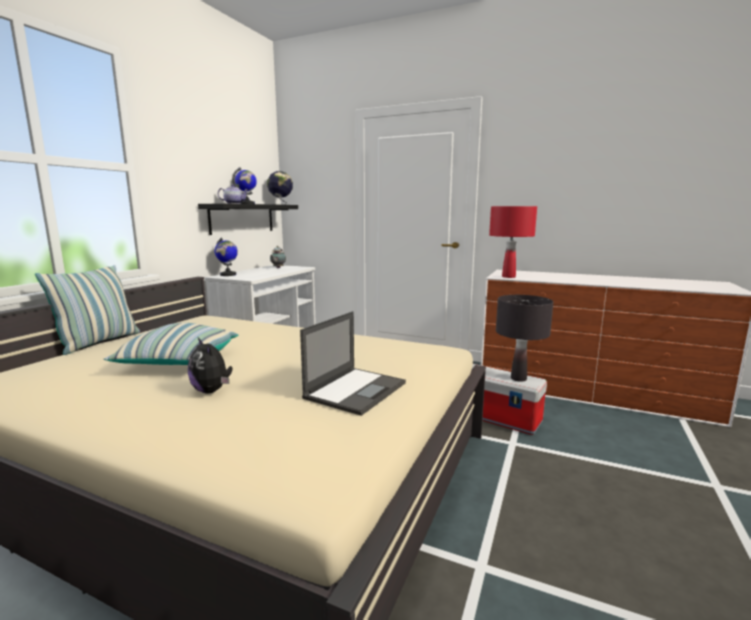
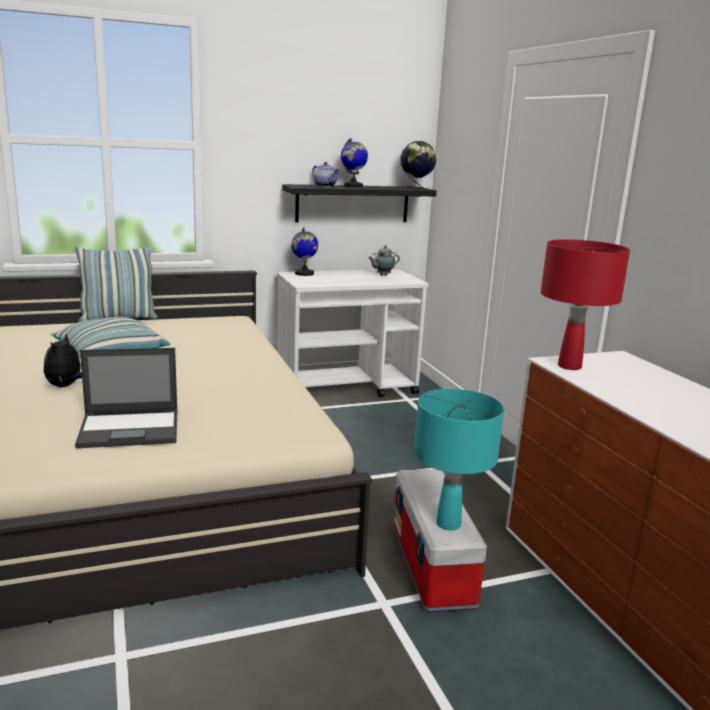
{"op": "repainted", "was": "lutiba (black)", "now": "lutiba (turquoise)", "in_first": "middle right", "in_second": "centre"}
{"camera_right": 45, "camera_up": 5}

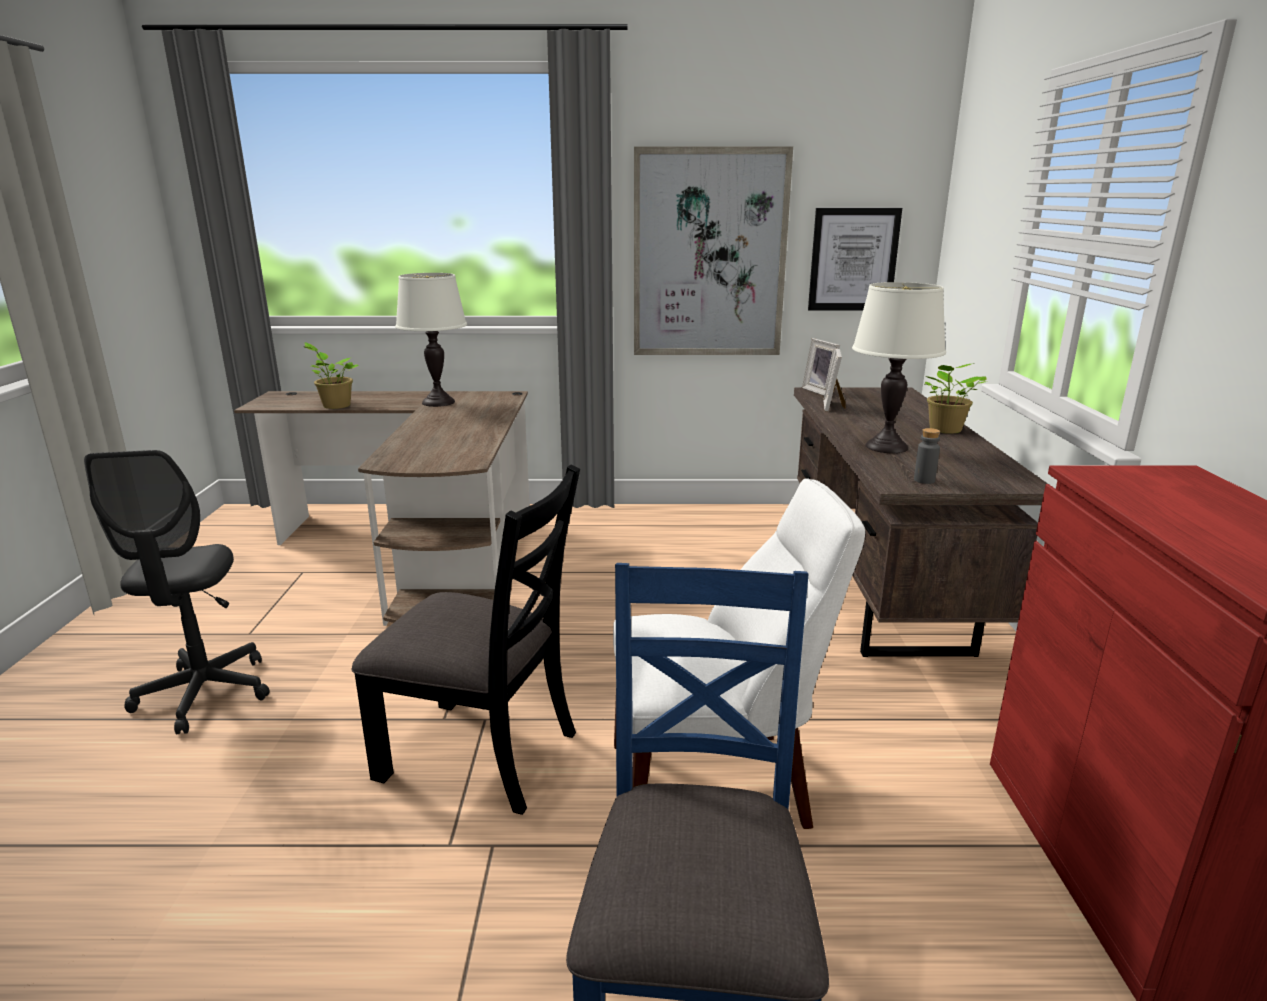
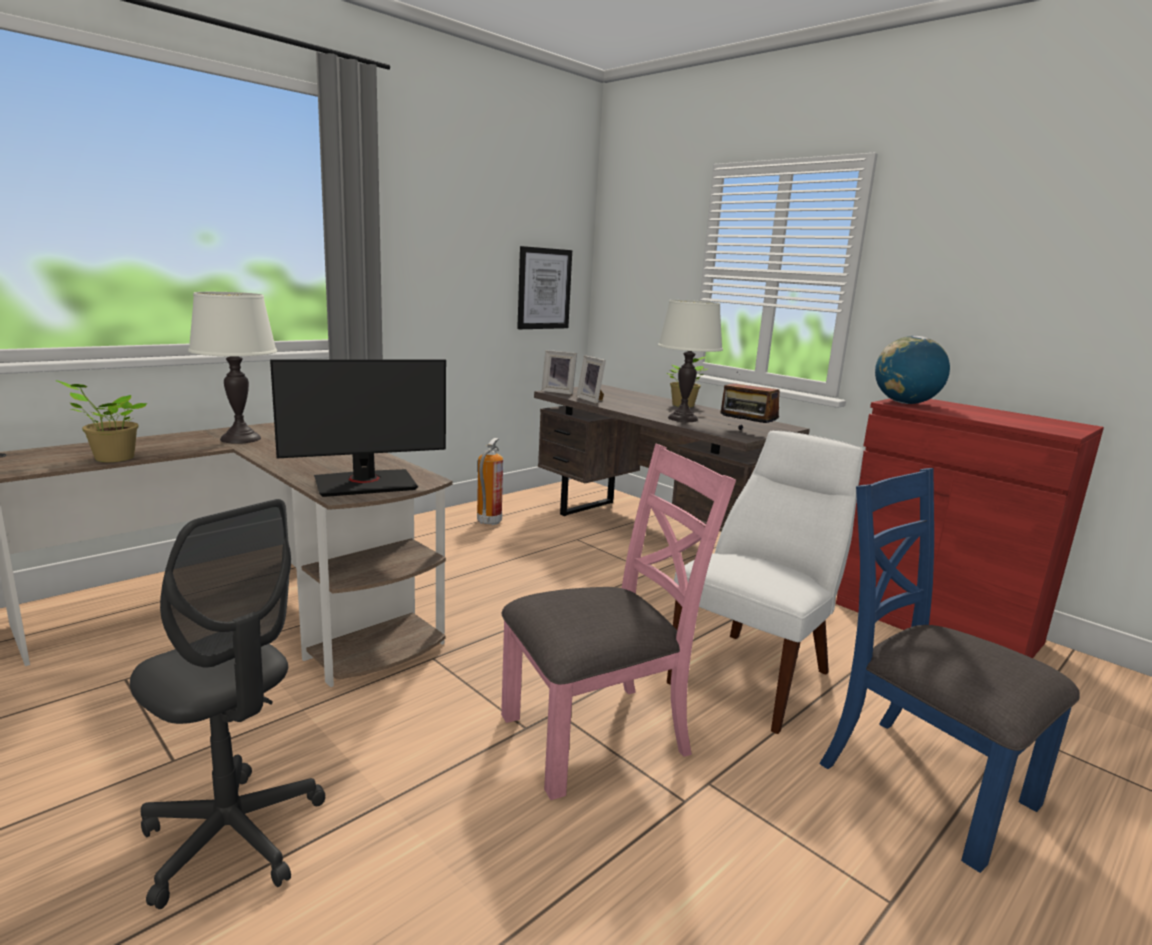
{"op": "new", "now": "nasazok", "in_second": "middle left"}
{"op": "new", "now": "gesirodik", "in_second": "centre"}
{"op": "repainted", "was": "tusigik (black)", "now": "tusigik (pink)", "in_first": "centre", "in_second": "centre"}
{"op": "swapped", "was": "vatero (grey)", "now": "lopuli", "in_first": "middle right", "in_second": "centre"}
{"op": "new", "now": "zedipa", "in_second": "middle right"}
{"op": "gone", "was": "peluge (no. 1 from left)", "in_first": "top centre"}
{"camera_right": -45, "camera_up": -5}

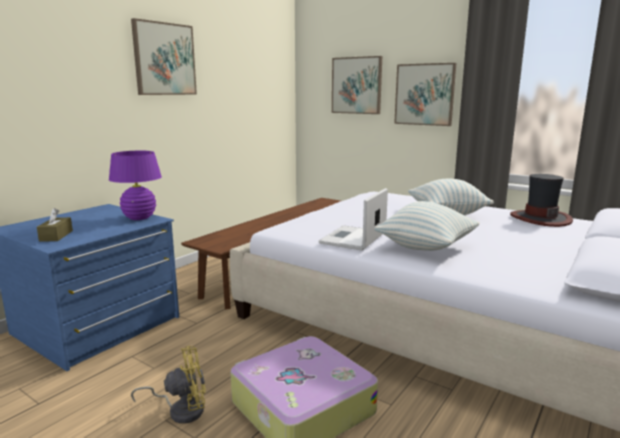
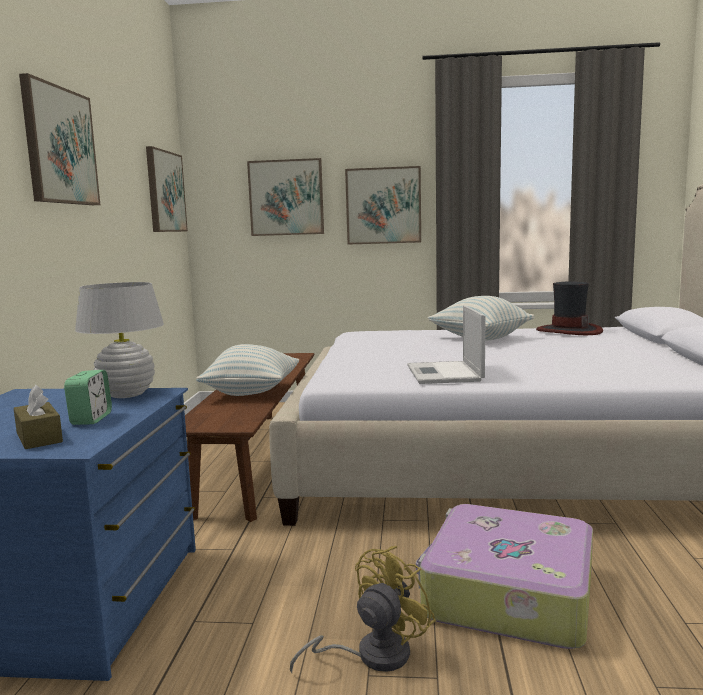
{"op": "new", "now": "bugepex", "in_second": "middle left"}
{"op": "repainted", "was": "lutiba (purple)", "now": "lutiba (white)", "in_first": "middle left", "in_second": "middle left"}
{"op": "new", "now": "peluge (no. 2 from left)", "in_second": "top left"}
{"op": "shifted", "was": "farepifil (no. 1 from left)", "in_first": "middle right", "in_second": "centre"}
{"camera_right": -30, "camera_up": -5}

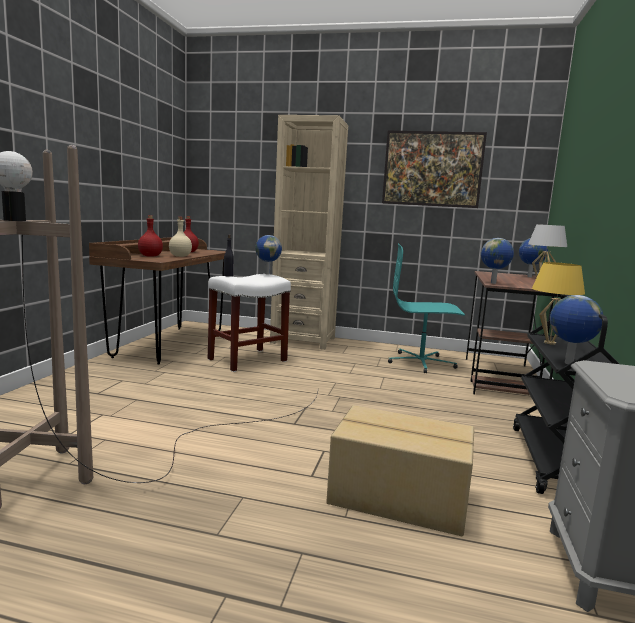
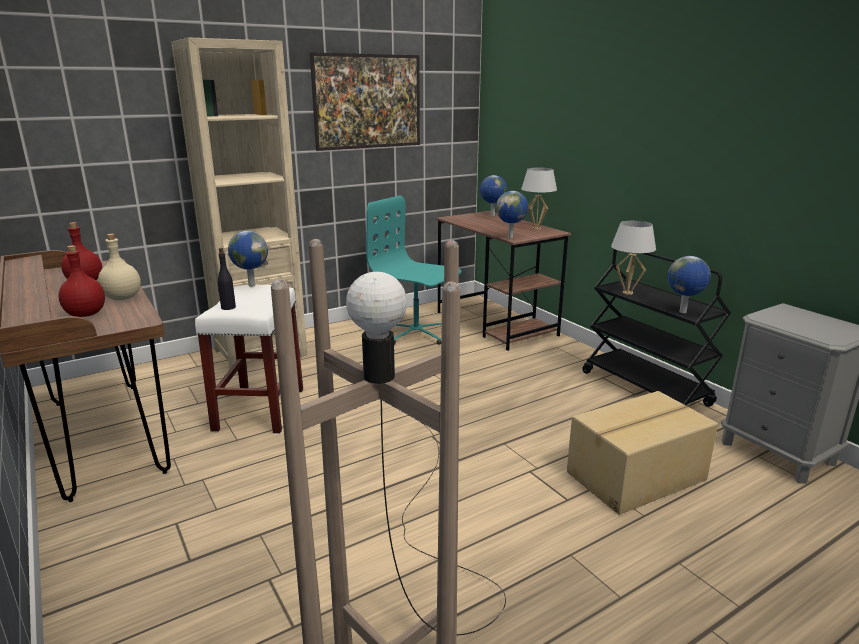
{"op": "rotated", "was": "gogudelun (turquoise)", "in_first": "middle right", "in_second": "centre", "clockwise": 75}
{"op": "repainted", "was": "lutiba (yellow)", "now": "lutiba (white) (no. 2 from left)", "in_first": "middle right", "in_second": "middle right"}
{"camera_right": -45, "camera_up": 10}

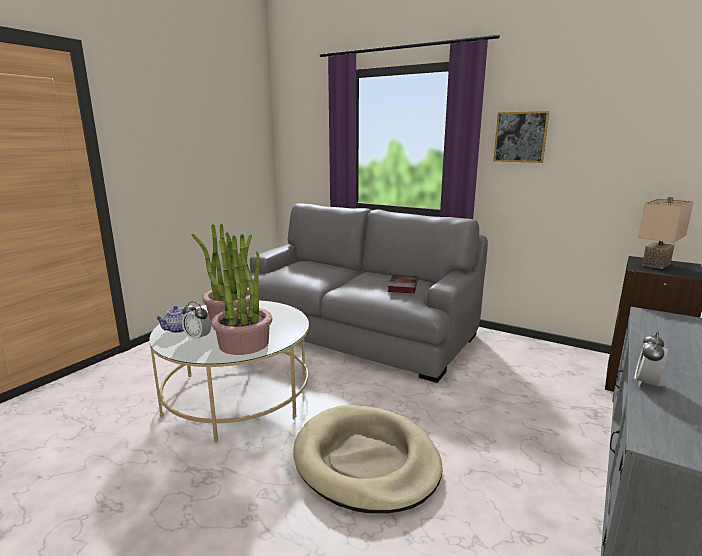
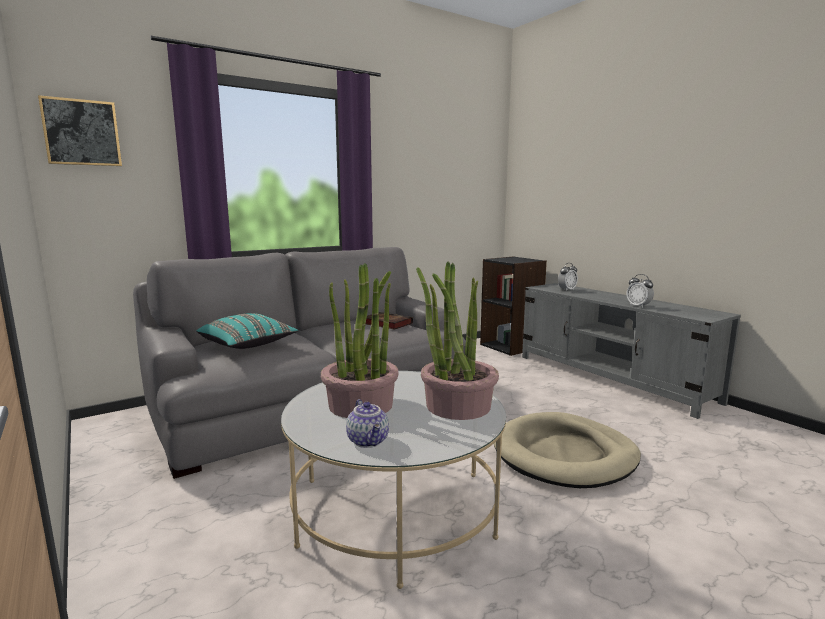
{"op": "shifted", "was": "peluge", "in_first": "top right", "in_second": "top left"}
{"op": "new", "now": "farepifil (turquoise)", "in_second": "middle left"}
{"op": "shifted", "was": "bugepex (no. 1 from left)", "in_first": "middle left", "in_second": "middle right"}
{"op": "gone", "was": "lutiba (beige)", "in_first": "middle right"}
{"camera_right": -65, "camera_up": -5}

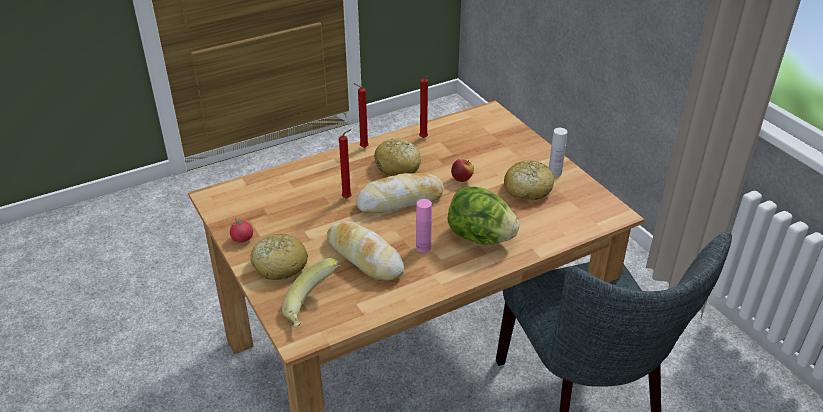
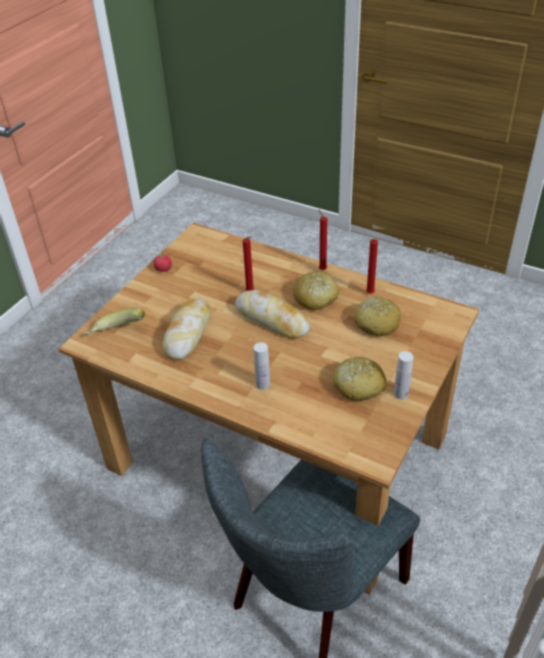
{"op": "swapped", "was": "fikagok", "now": "vatero (white) (no. 1 from left)", "in_first": "centre", "in_second": "centre"}
{"op": "shifted", "was": "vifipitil (no. 1 from left in the first image)", "now": "vifipitil (no. 5 from left)", "in_first": "centre", "in_second": "middle right"}
{"op": "gone", "was": "vatero (pink)", "in_first": "centre"}
{"op": "gone", "was": "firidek", "in_first": "centre"}
{"camera_right": 60, "camera_up": 5}

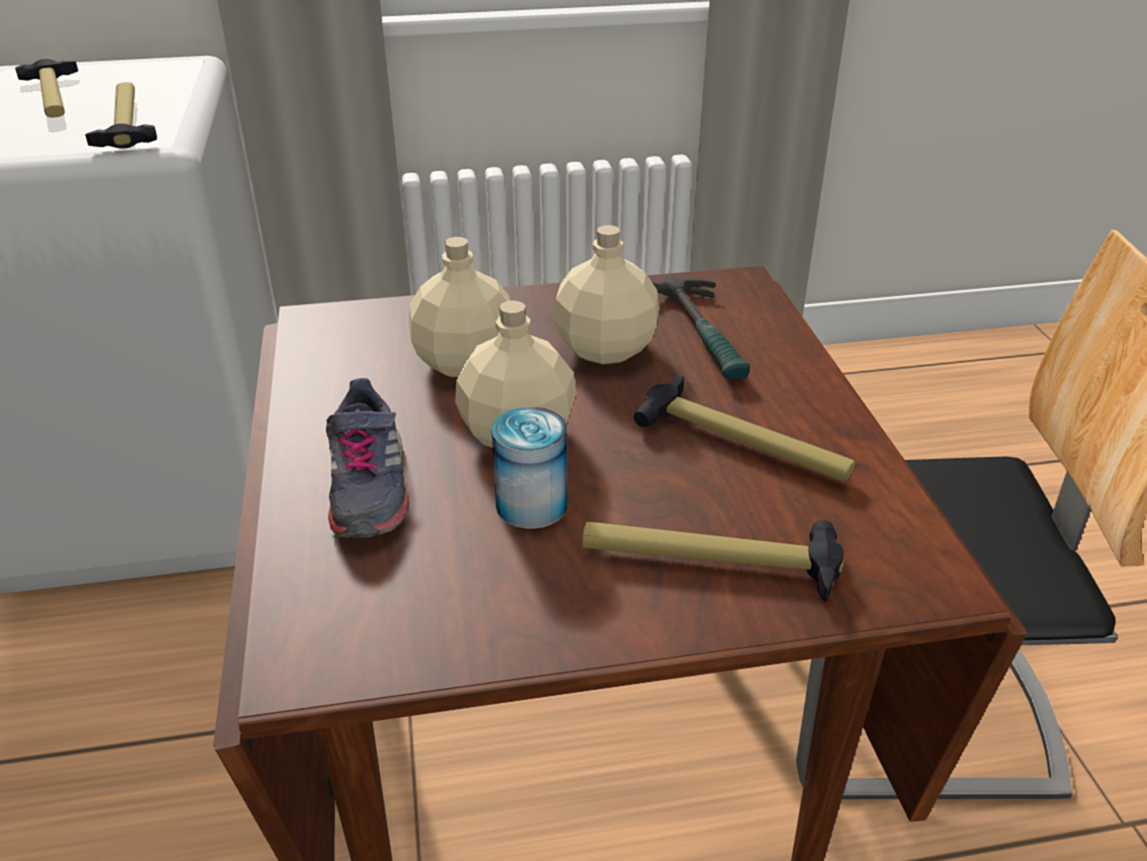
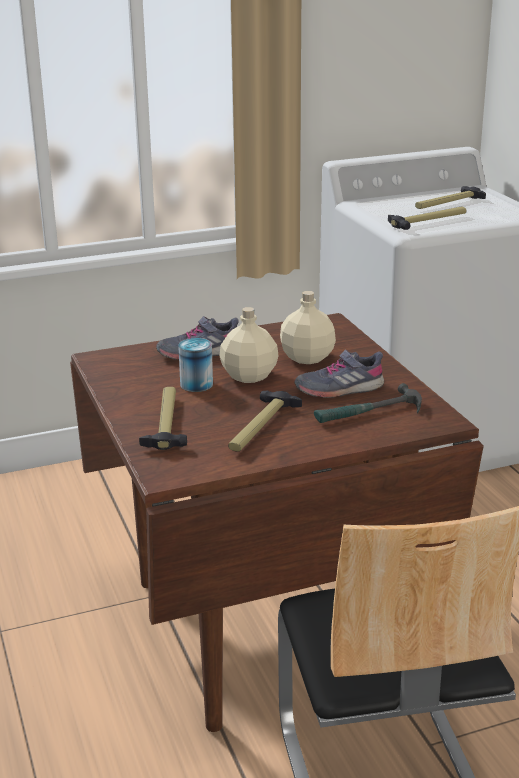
{"op": "swapped", "was": "vatero (beige) (no. 3 from left)", "now": "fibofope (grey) (no. 2 from left)", "in_first": "centre", "in_second": "centre"}
{"camera_right": 80, "camera_up": -10}

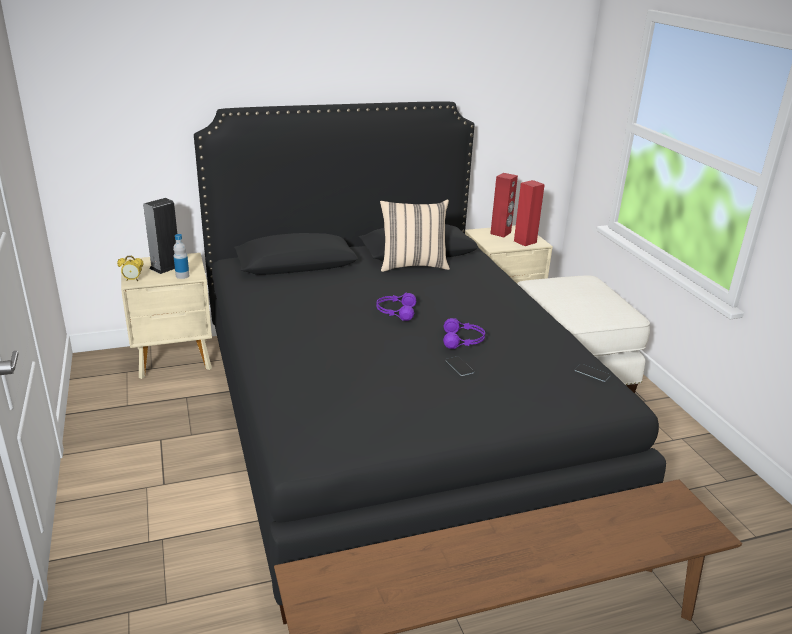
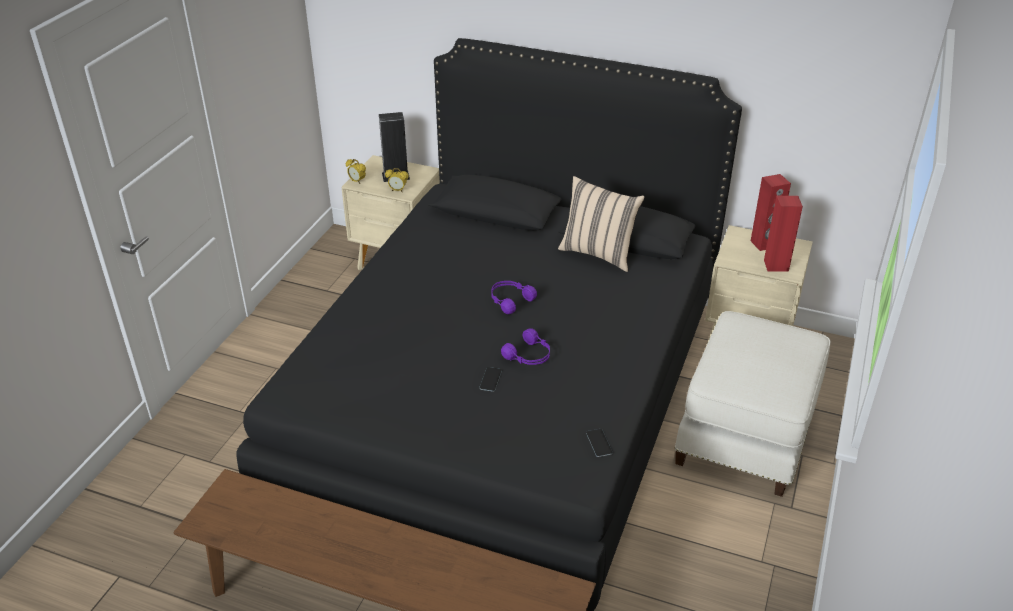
{"op": "swapped", "was": "vatero", "now": "bugepex (no. 2 from left)", "in_first": "middle left", "in_second": "top centre"}
{"camera_right": 40, "camera_up": 10}

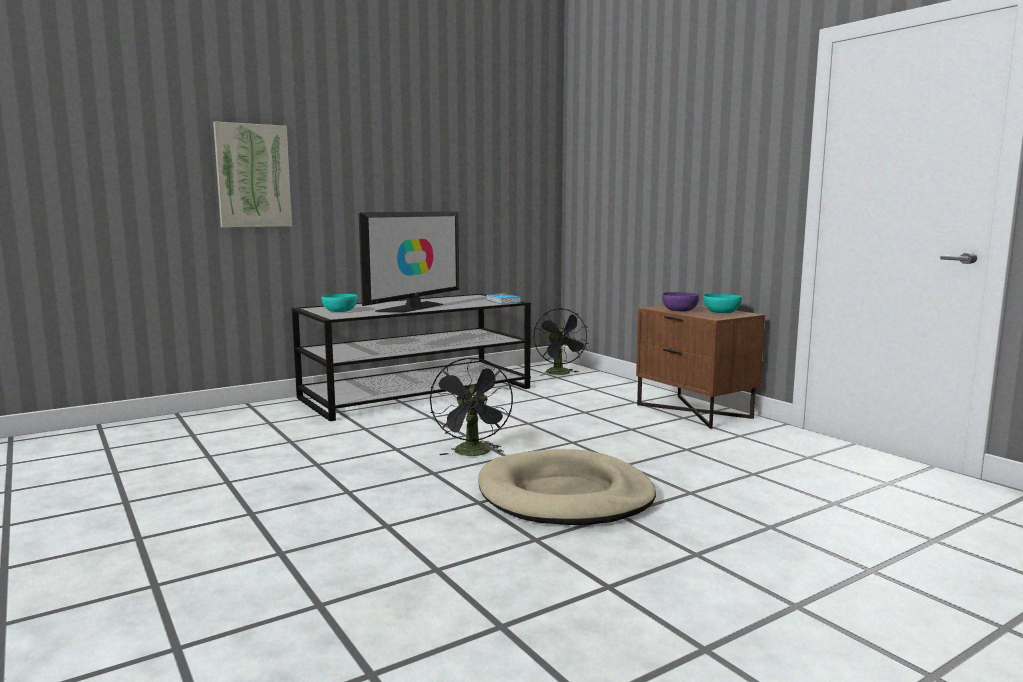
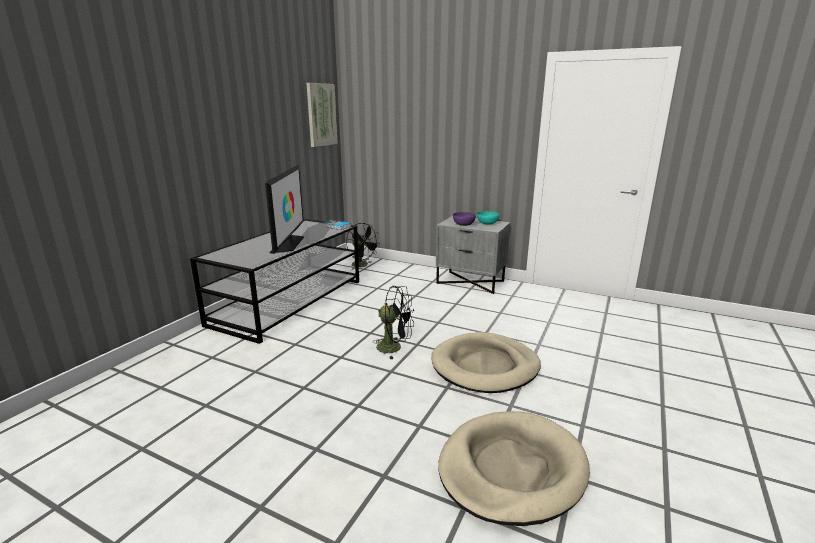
{"op": "shifted", "was": "peluge", "in_first": "top left", "in_second": "top centre"}
{"op": "rotated", "was": "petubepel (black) (no. 1 from left in the first image)", "in_first": "centre", "in_second": "centre", "clockwise": -45}
{"op": "repainted", "was": "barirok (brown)", "now": "barirok (grey)", "in_first": "middle right", "in_second": "centre"}
{"op": "new", "now": "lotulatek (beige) (no. 2 from left)", "in_second": "bottom centre"}
{"op": "gone", "was": "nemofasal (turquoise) (no. 1 from left)", "in_first": "middle left"}
{"camera_right": -30, "camera_up": 10}

